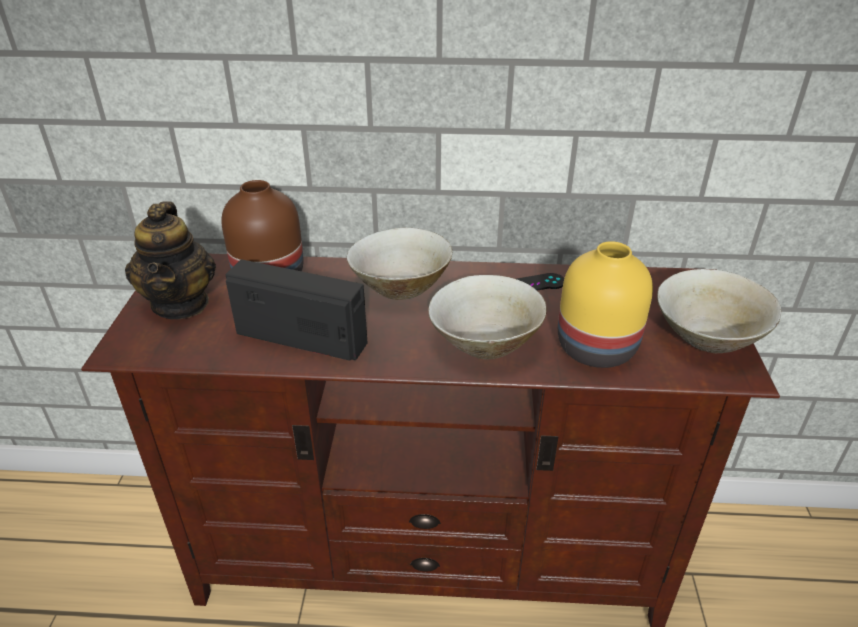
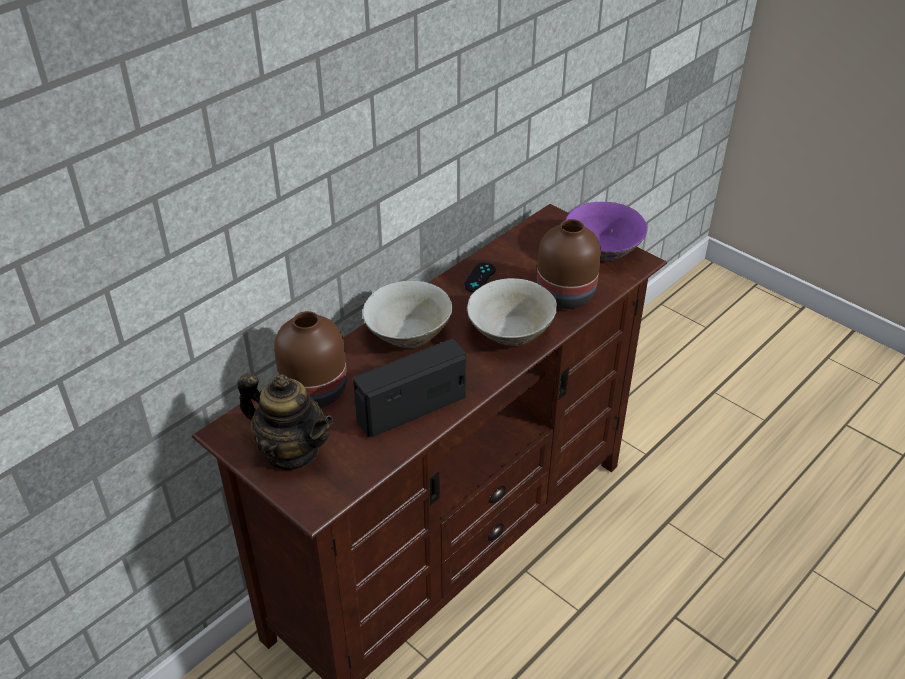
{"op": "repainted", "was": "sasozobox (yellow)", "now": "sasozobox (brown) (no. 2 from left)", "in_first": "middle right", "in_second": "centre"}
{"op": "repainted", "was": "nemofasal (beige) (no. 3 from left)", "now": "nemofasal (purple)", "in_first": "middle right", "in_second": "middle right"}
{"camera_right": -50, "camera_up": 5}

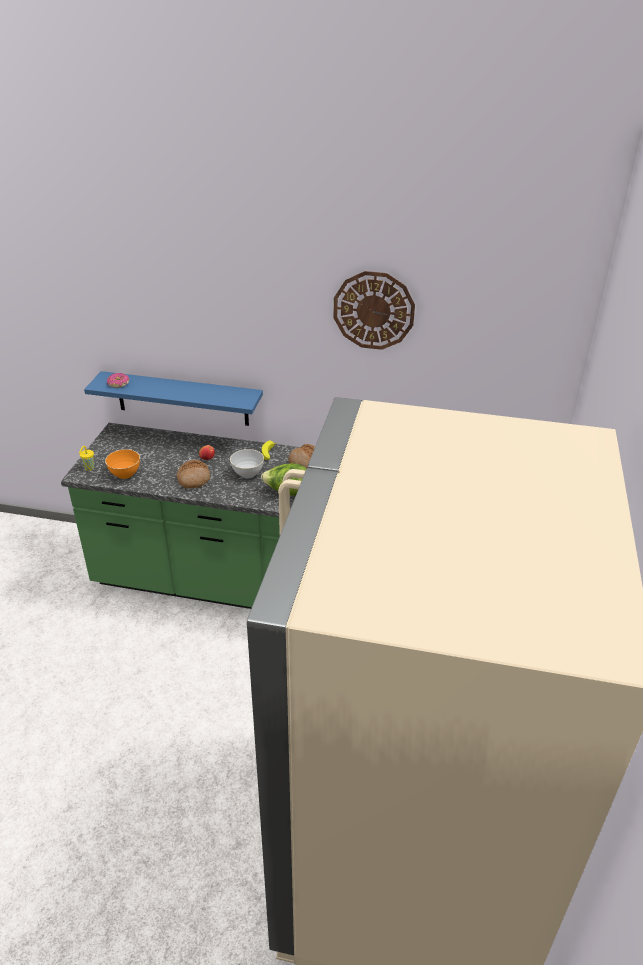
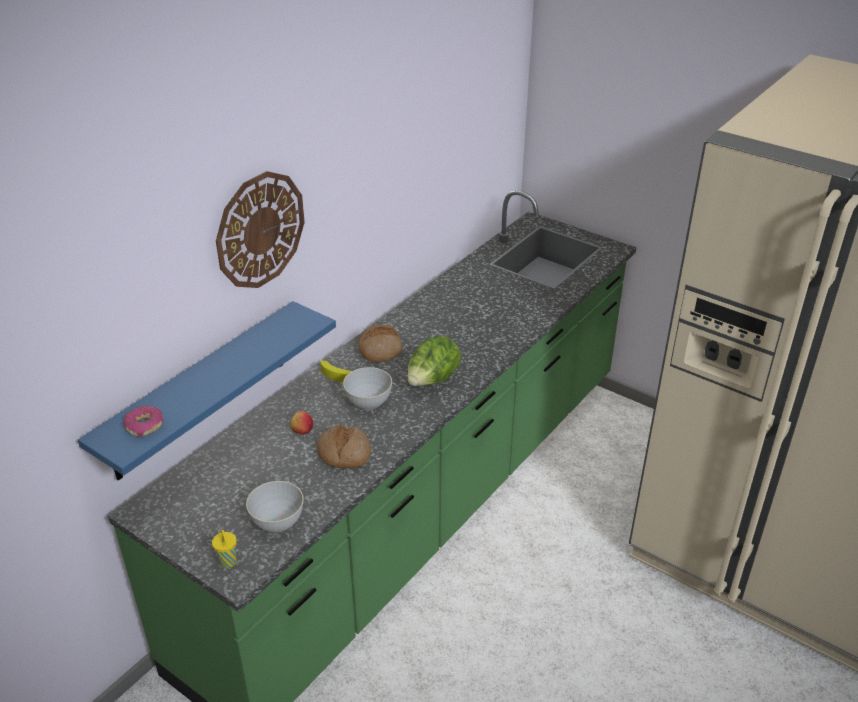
{"op": "shifted", "was": "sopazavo", "in_first": "top centre", "in_second": "top left"}
{"op": "repainted", "was": "nemofasal (orange)", "now": "nemofasal (grey) (no. 1 from left)", "in_first": "middle left", "in_second": "bottom left"}
{"camera_right": -65, "camera_up": 0}

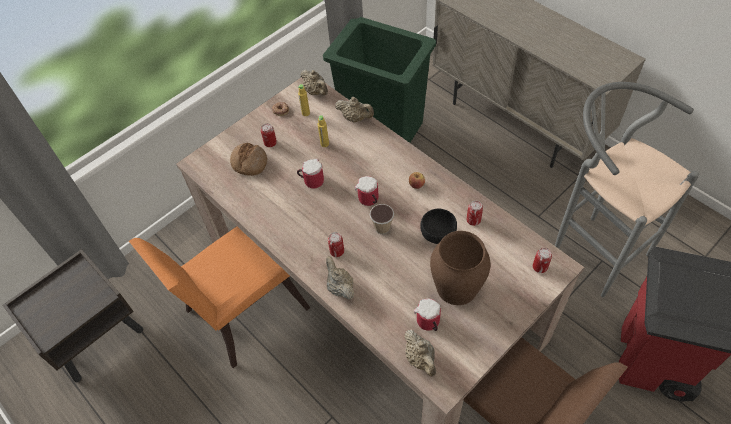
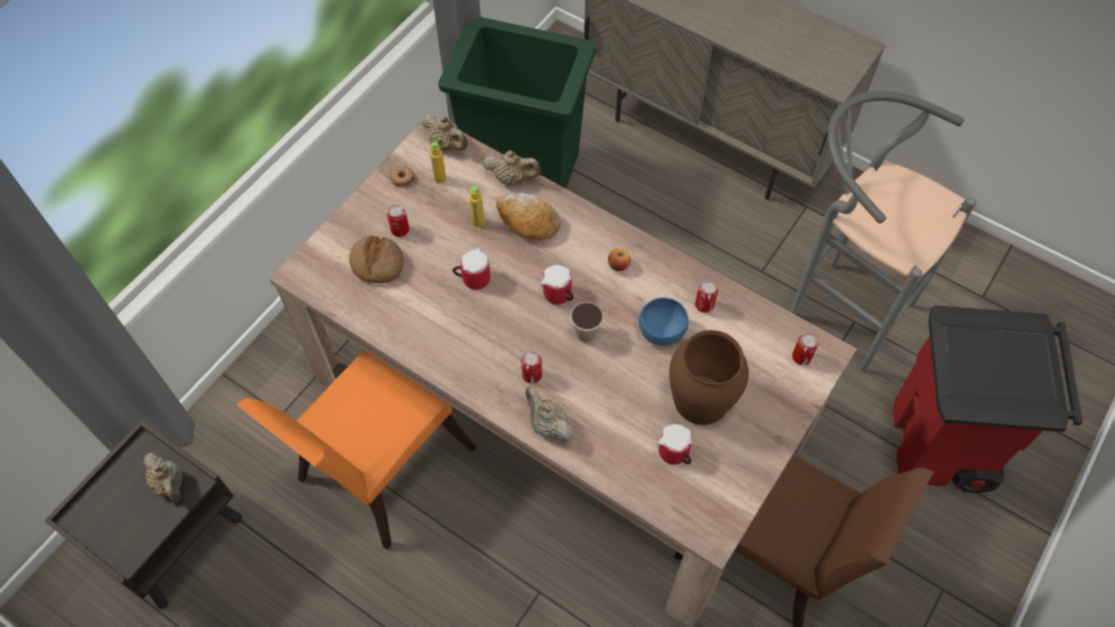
{"op": "shifted", "was": "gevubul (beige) (no. 4 from left in the first image)", "now": "gevubul (beige) (no. 1 from left)", "in_first": "bottom centre", "in_second": "bottom left"}
{"op": "new", "now": "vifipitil (no. 2 from left)", "in_second": "centre"}
{"op": "repainted", "was": "nemofasal (black)", "now": "nemofasal (blue)", "in_first": "centre", "in_second": "centre"}
{"camera_right": -15, "camera_up": 5}

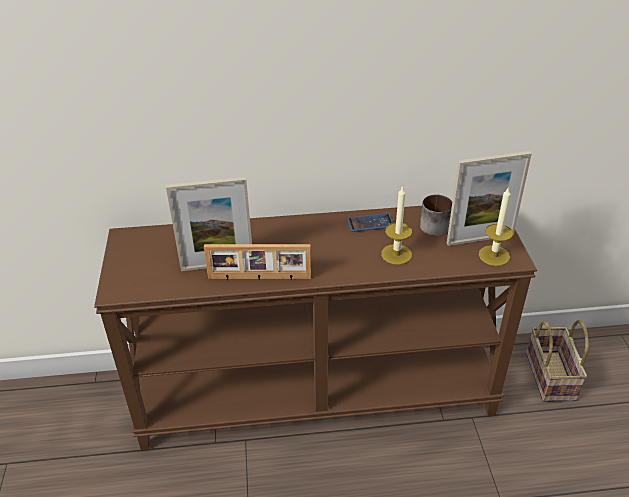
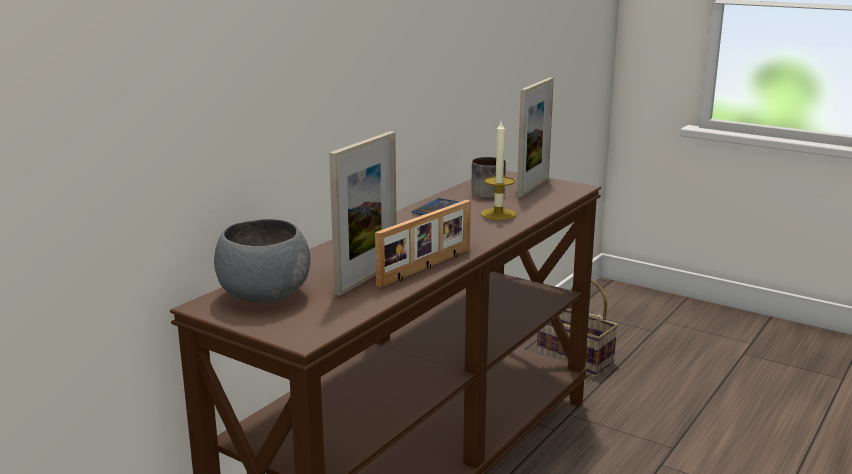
{"op": "new", "now": "nemofasal (grey)", "in_second": "middle left"}
{"op": "gone", "was": "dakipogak (no. 2 from left)", "in_first": "middle right"}
{"camera_right": -50, "camera_up": -20}

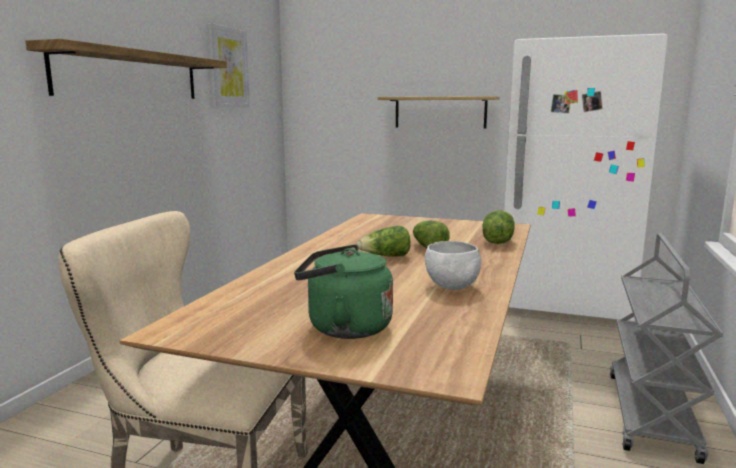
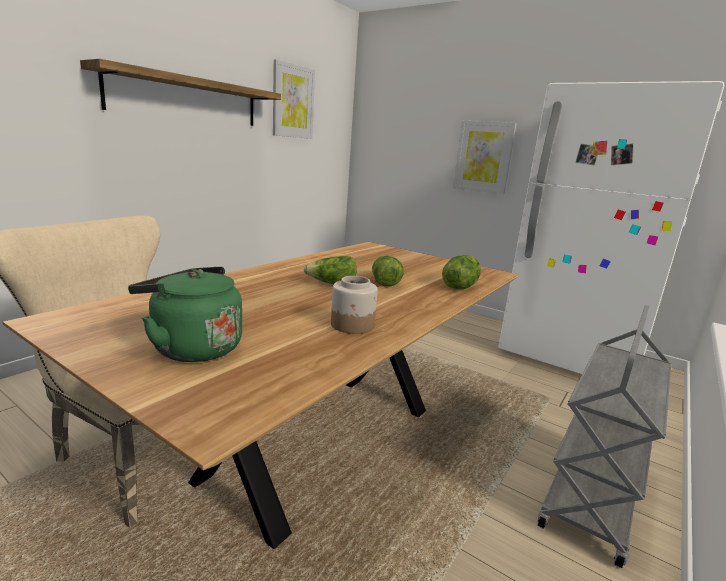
{"op": "swapped", "was": "nemofasal (white)", "now": "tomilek", "in_first": "centre", "in_second": "centre"}
{"op": "swapped", "was": "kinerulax (no. 2 from left)", "now": "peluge (no. 2 from left)", "in_first": "top centre", "in_second": "top right"}
{"camera_right": 15, "camera_up": 5}

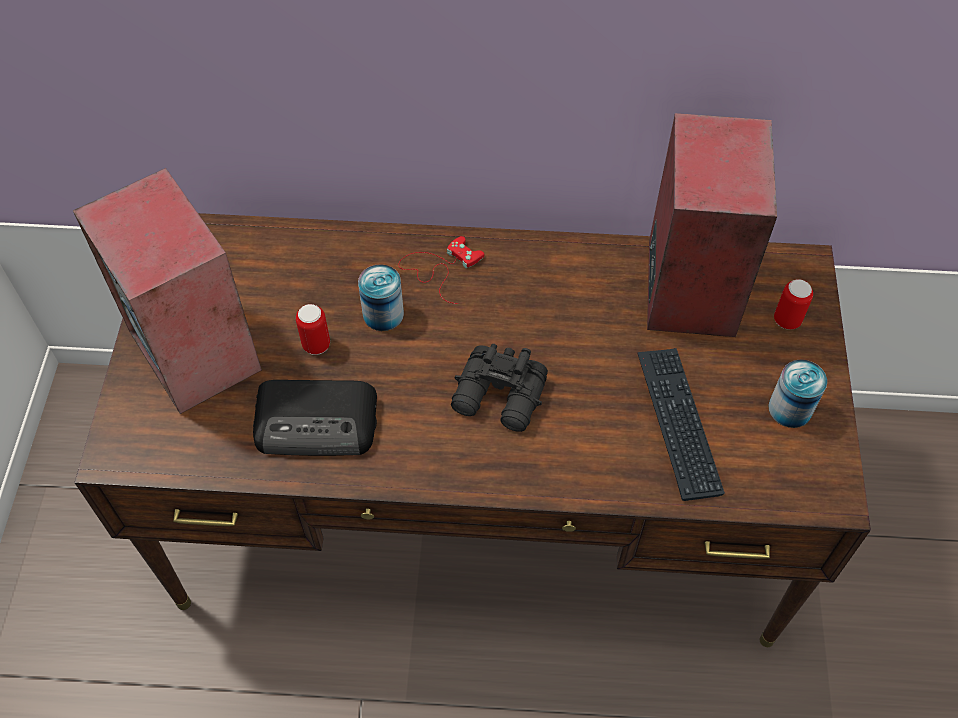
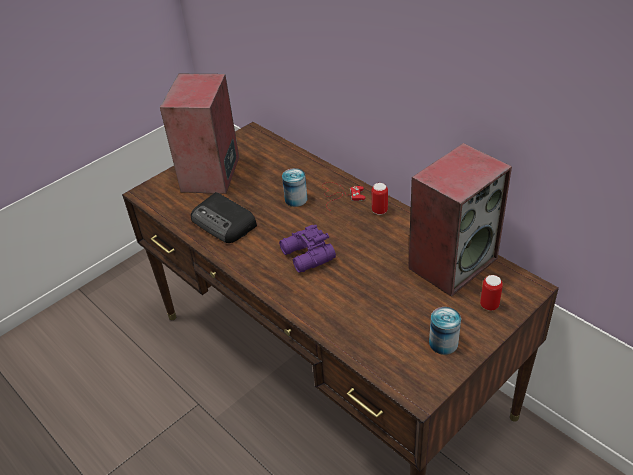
{"op": "repainted", "was": "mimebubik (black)", "now": "mimebubik (purple)", "in_first": "centre", "in_second": "centre"}
{"op": "shifted", "was": "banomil (no. 1 from left in the first image)", "now": "banomil (no. 2 from left)", "in_first": "middle left", "in_second": "centre"}
{"op": "gone", "was": "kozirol", "in_first": "middle right"}
{"camera_right": 45, "camera_up": -15}

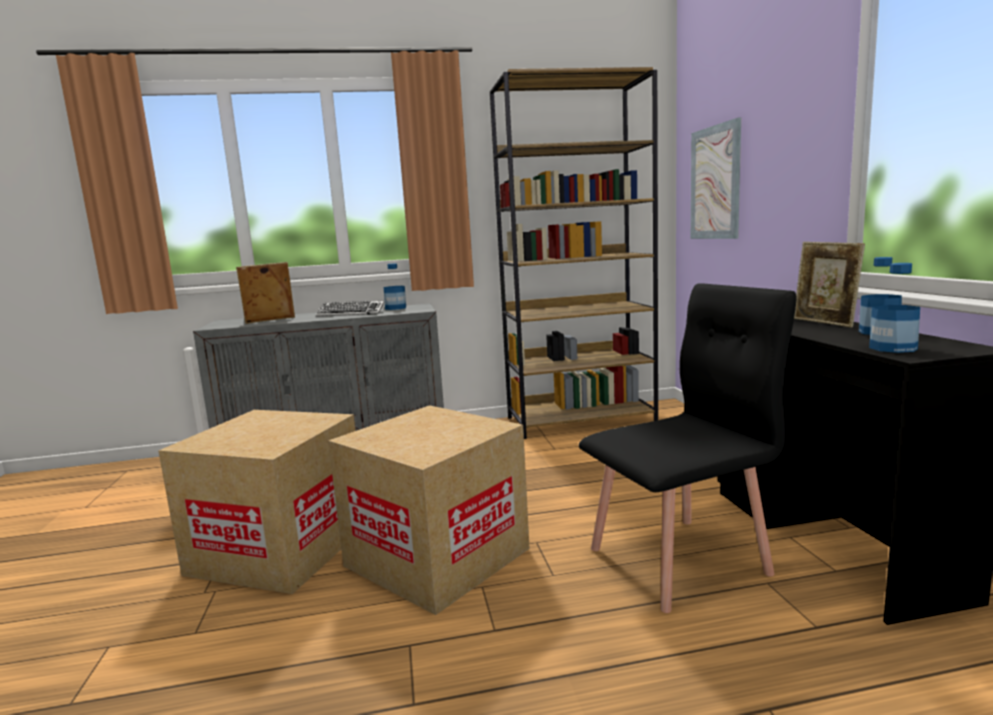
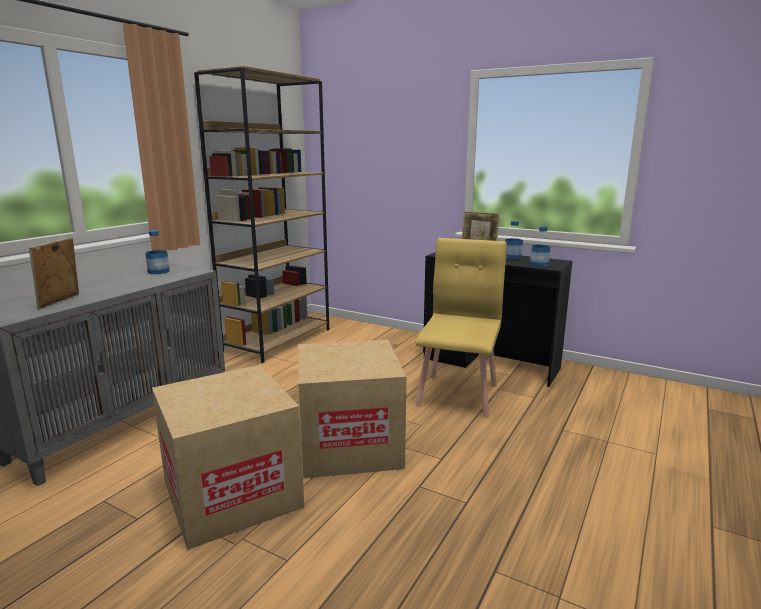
{"op": "repainted", "was": "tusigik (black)", "now": "tusigik (yellow)", "in_first": "middle right", "in_second": "centre"}
{"op": "gone", "was": "kozirol", "in_first": "centre"}
{"op": "gone", "was": "peluge", "in_first": "top right"}
{"camera_right": -50, "camera_up": 5}

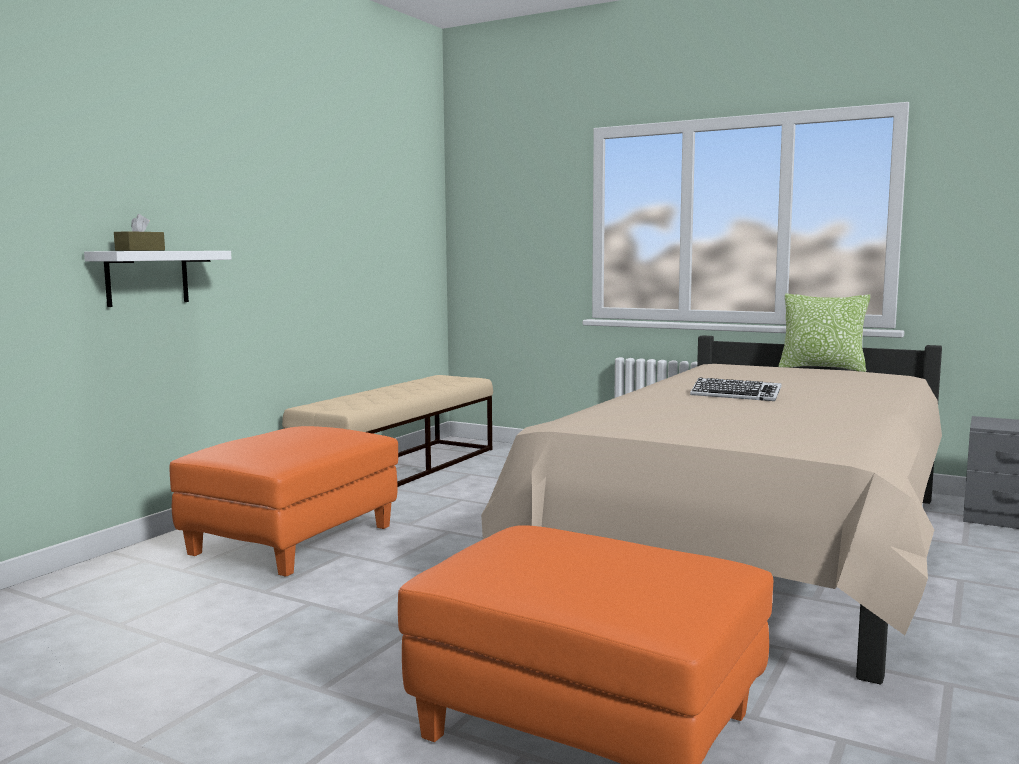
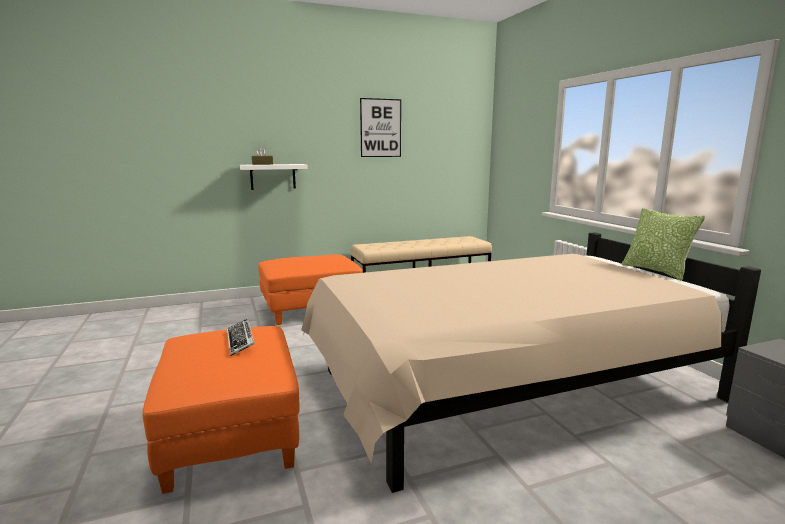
{"op": "shifted", "was": "kozirol", "in_first": "middle right", "in_second": "middle left"}
{"op": "new", "now": "peluge", "in_second": "top centre"}
{"camera_right": 40, "camera_up": 5}

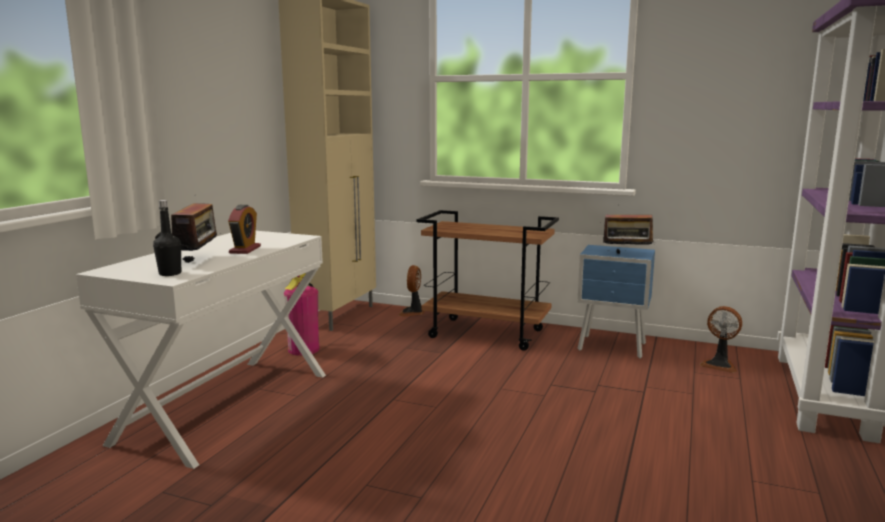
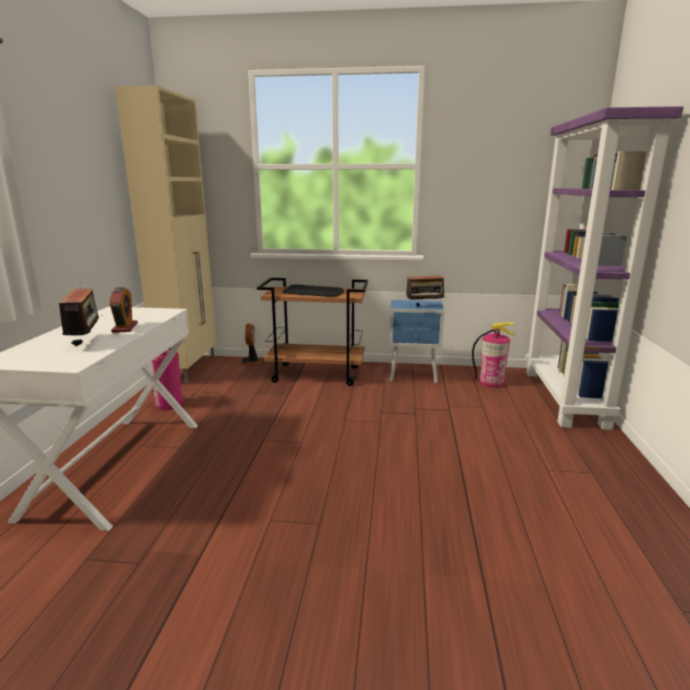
{"op": "new", "now": "kozirol", "in_second": "centre"}
{"op": "swapped", "was": "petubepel (no. 2 from left)", "now": "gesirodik (no. 2 from left)", "in_first": "middle right", "in_second": "middle right"}
{"op": "gone", "was": "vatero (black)", "in_first": "middle left"}
{"camera_right": -15, "camera_up": 5}

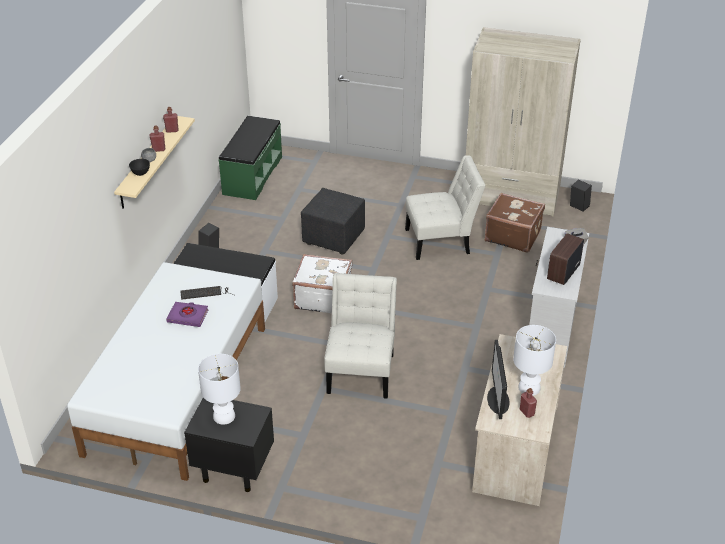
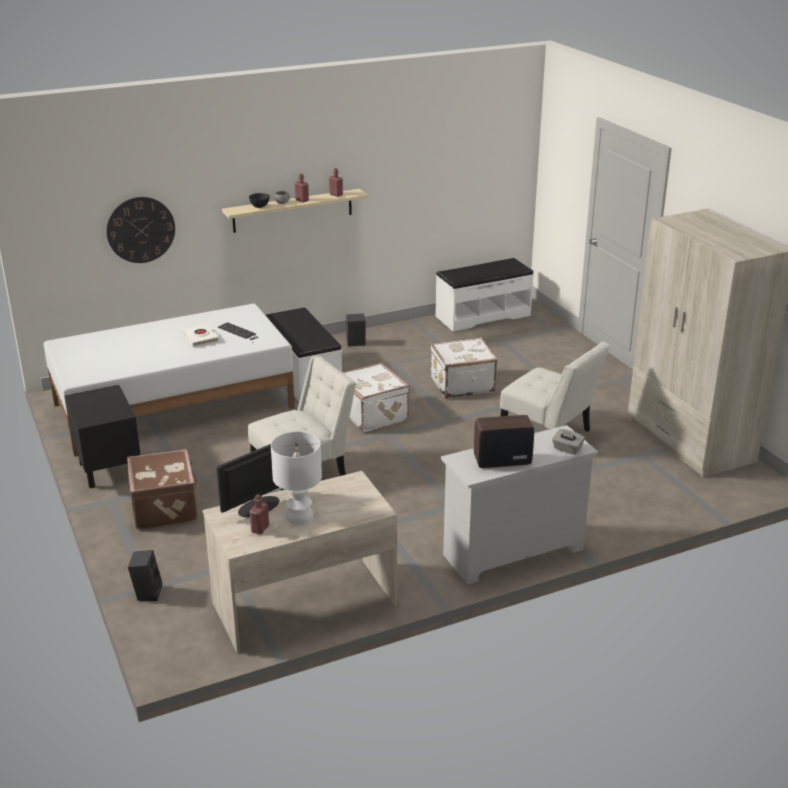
{"op": "new", "now": "sopazavo", "in_second": "top left"}
{"op": "shifted", "was": "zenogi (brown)", "in_first": "middle right", "in_second": "middle left"}
{"op": "shifted", "was": "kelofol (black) (no. 2 from left in the first image)", "now": "kelofol (black) (no. 1 from left)", "in_first": "middle right", "in_second": "bottom left"}
{"op": "repainted", "was": "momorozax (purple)", "now": "momorozax (white)", "in_first": "middle left", "in_second": "middle left"}
{"op": "swapped", "was": "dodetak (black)", "now": "zenogi (white) (no. 2 from left)", "in_first": "centre", "in_second": "centre"}
{"op": "repainted", "was": "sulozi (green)", "now": "sulozi (white) (no. 2 from left)", "in_first": "top centre", "in_second": "centre"}
{"op": "gone", "was": "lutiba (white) (no. 1 from left)", "in_first": "bottom left"}
{"camera_right": 50, "camera_up": -10}

